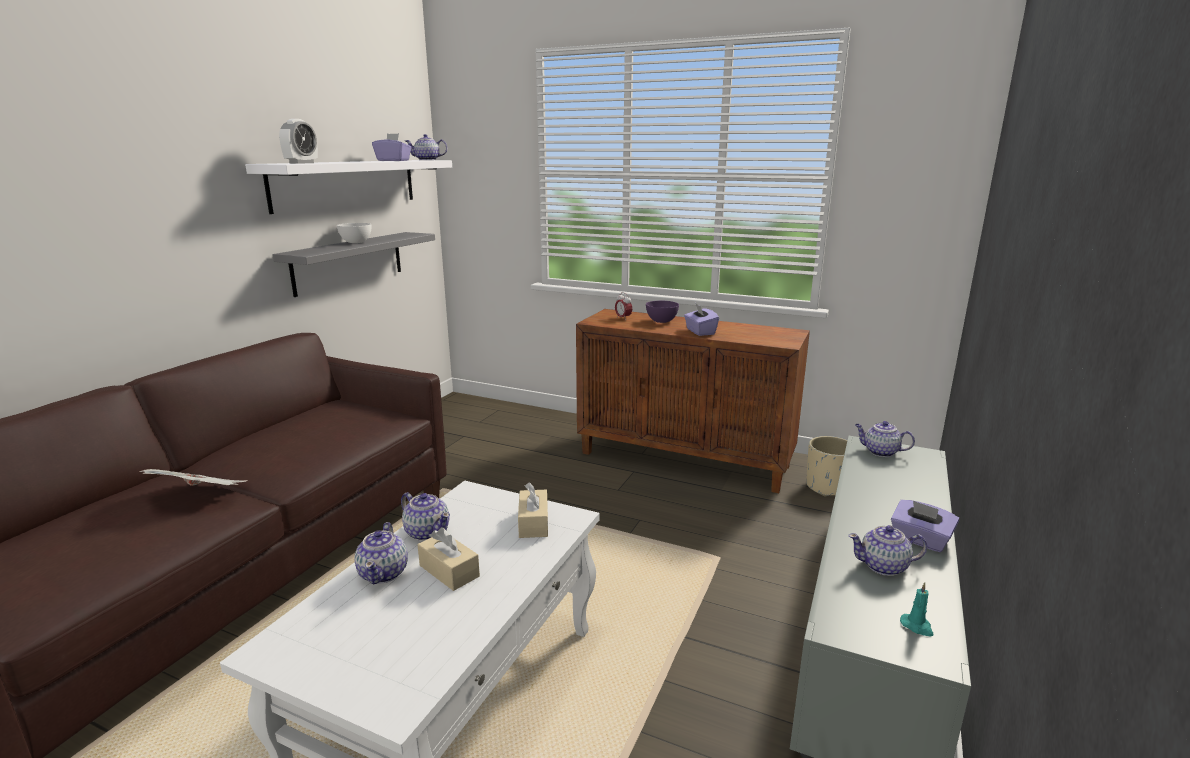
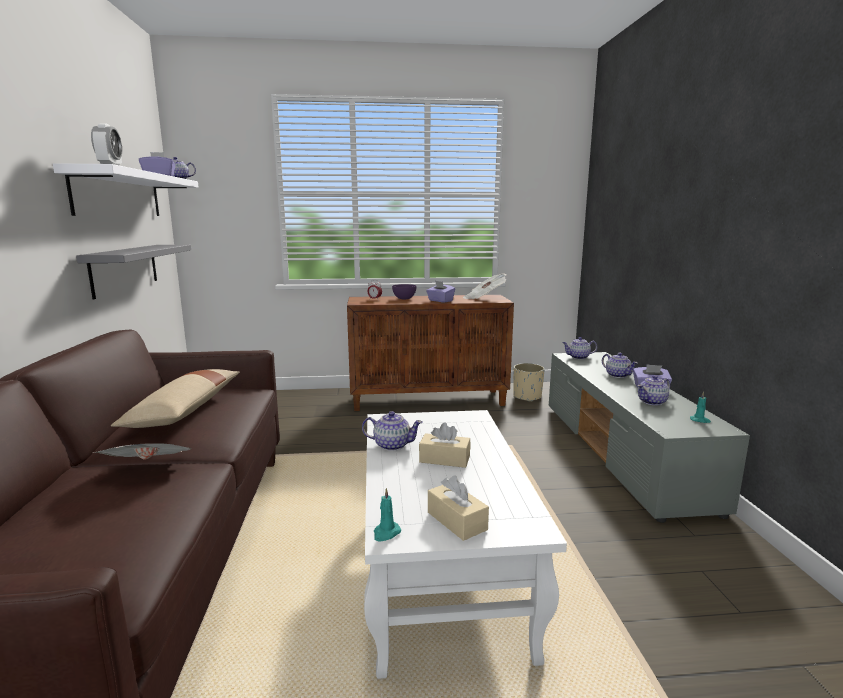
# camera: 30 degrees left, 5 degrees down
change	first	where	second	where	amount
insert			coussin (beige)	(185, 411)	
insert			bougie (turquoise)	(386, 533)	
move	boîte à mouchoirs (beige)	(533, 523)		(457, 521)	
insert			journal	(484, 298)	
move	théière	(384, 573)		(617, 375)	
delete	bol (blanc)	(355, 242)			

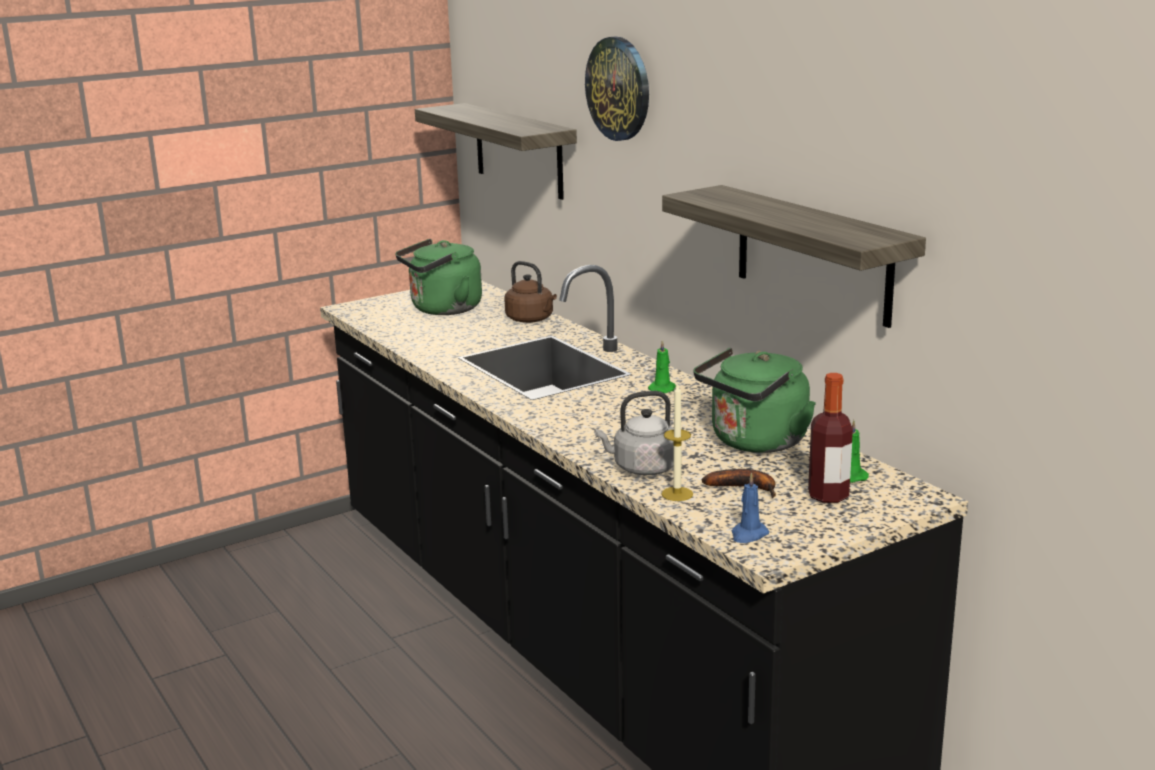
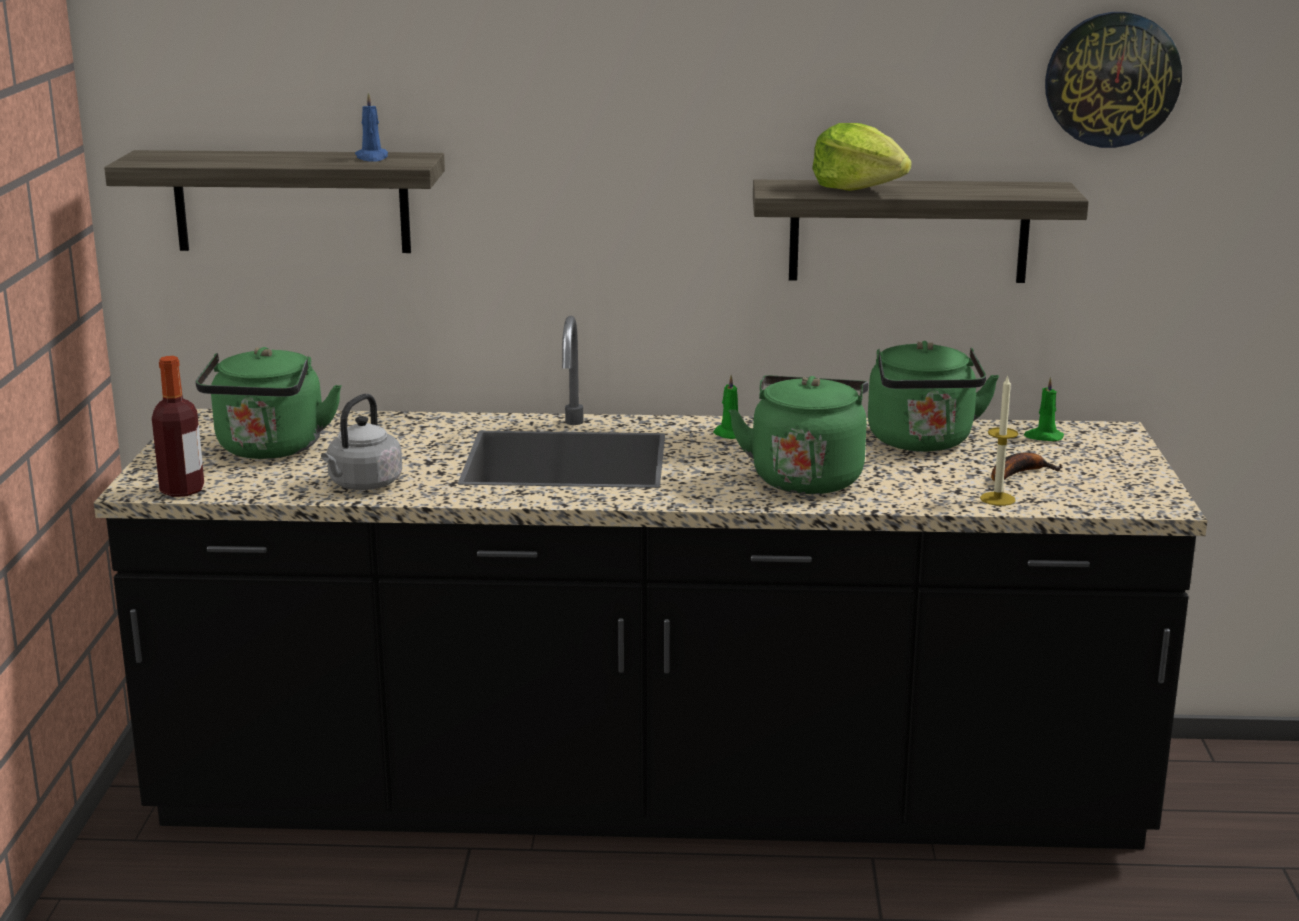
# camera: 55 degrees left, 0 degrees up
change	first	where	second	where	amount
move	bouteille	(828, 496)		(182, 490)	
move	bouilloire (gris)	(642, 468)		(363, 485)	
move	bougie (bleu)	(748, 535)		(372, 158)	
insert			bouilloire (vert)	(806, 477)	
insert			laitue	(858, 188)	
move	horloge murale	(619, 88)		(1112, 79)	
delete	bouilloire (marron)	(531, 319)			

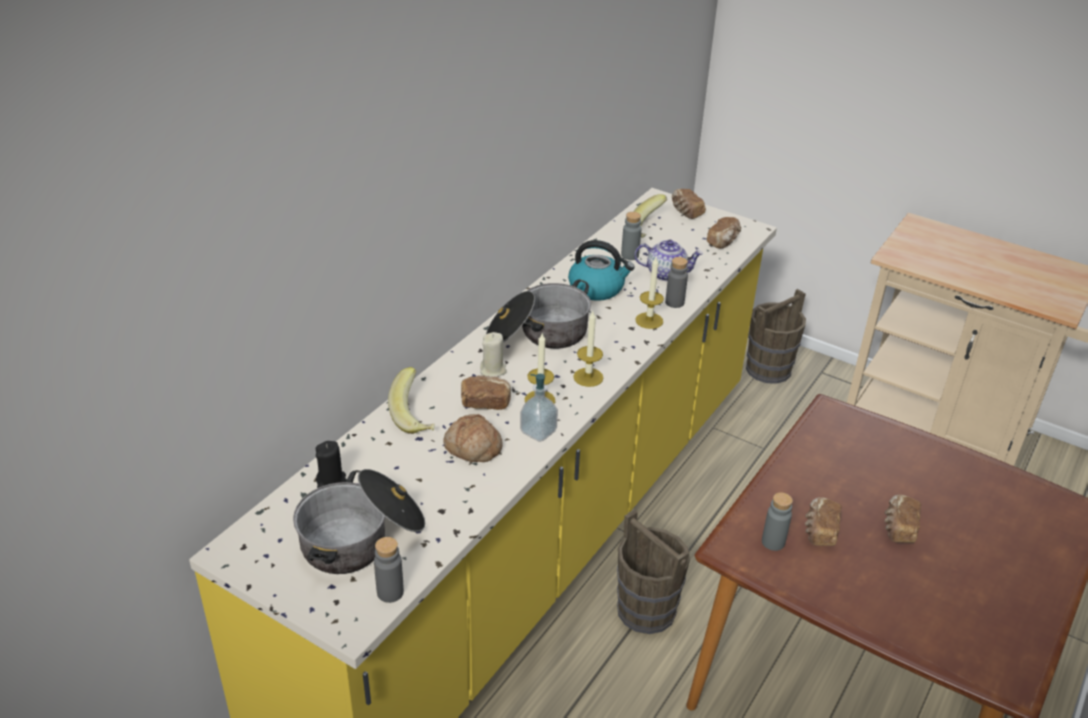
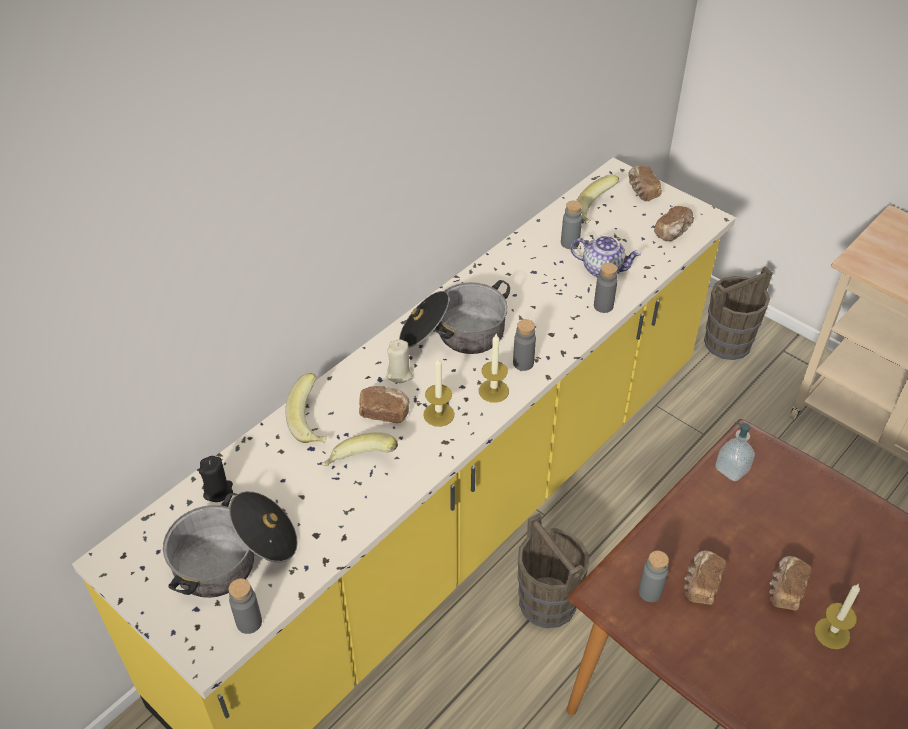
# camera: 10 degrees right, 10 degrees up
change	first	where	second	where	amount
replace	pain	(472, 448)	banane	(360, 465)	
insert			bouteille (gris)	(523, 363)	
move	distributeur de savon	(538, 431)		(732, 469)	
move	bougie	(649, 320)		(832, 633)	
delete	bouilloire	(597, 288)			

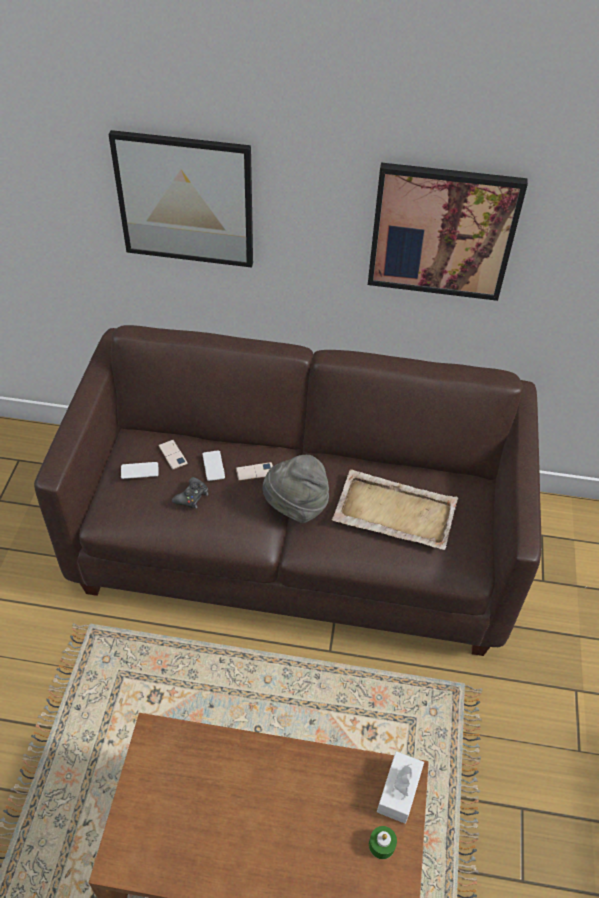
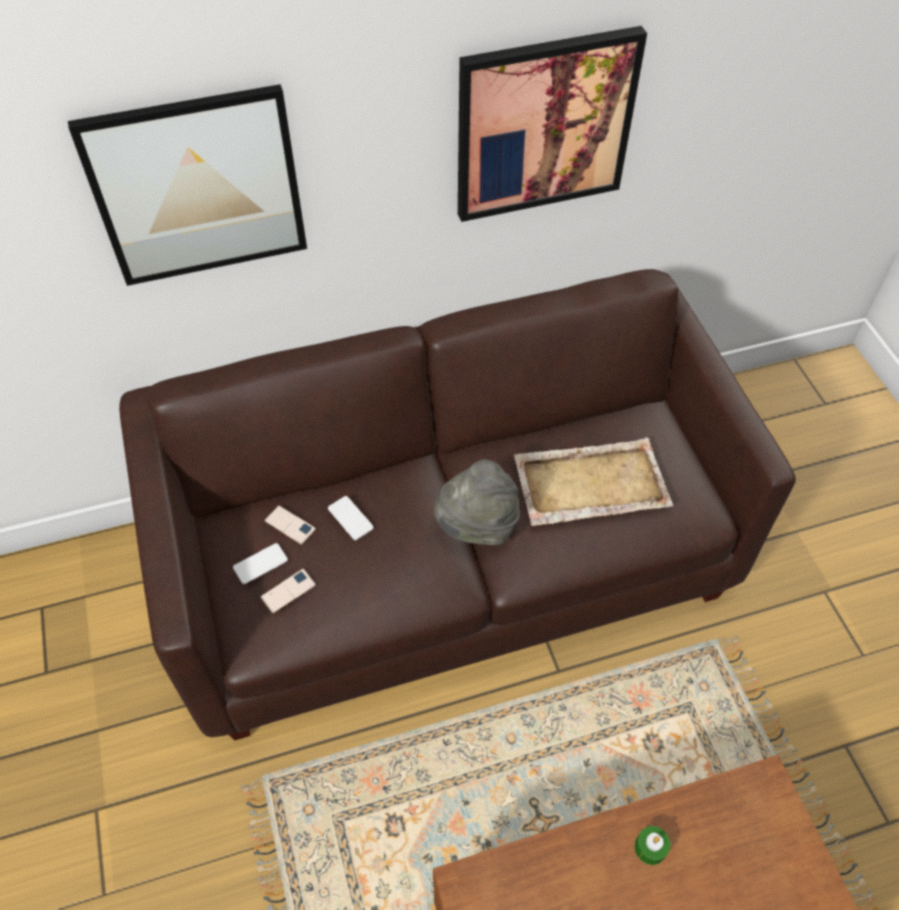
# camera: 25 degrees left, 5 degrees up
change	first	where	second	where	amount
move	téléphone	(255, 472)		(288, 591)	
move	bougie (vert)	(381, 845)		(650, 848)	
delete	manette (noir)	(192, 497)			
delete	boîte à mouchoirs (blanc)	(399, 791)			

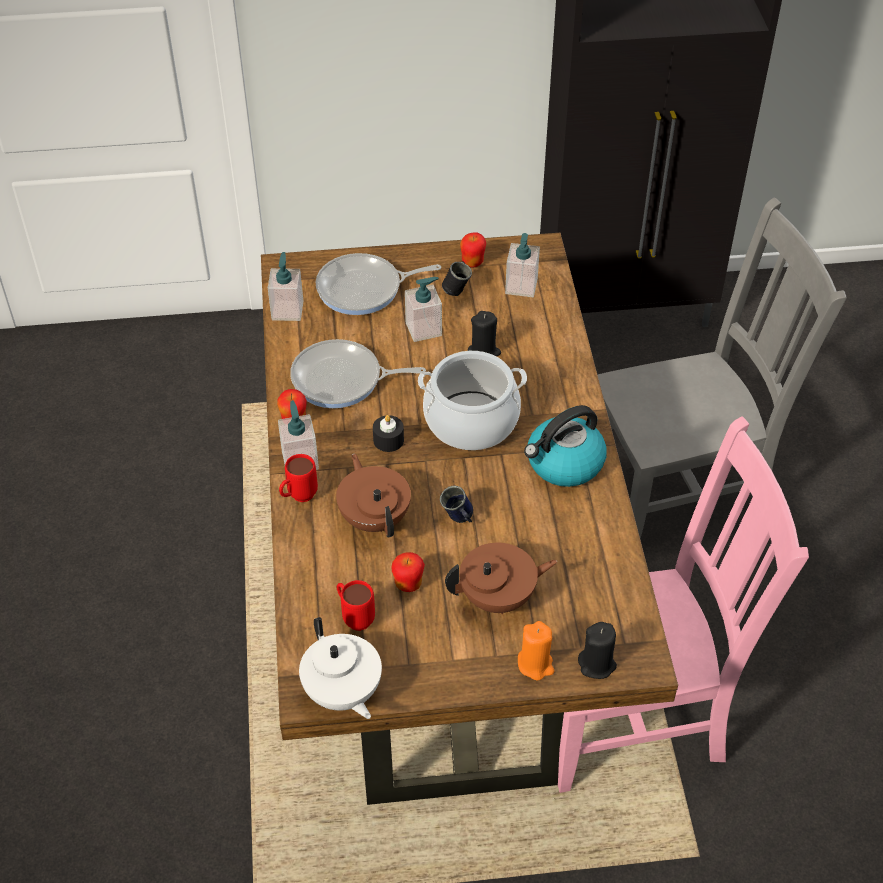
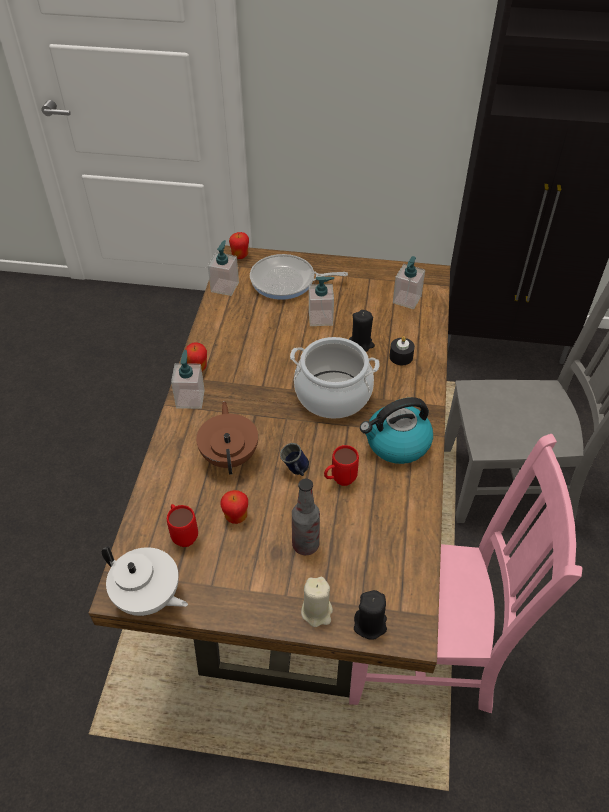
# camera: 15 degrees right, 0 degrees up
change	first	where	second	where	amount
rotate	théière (blanc)	(342, 692)		(148, 597)	45 degrees counterclockwise
move	pomme	(472, 262)		(240, 255)	
replace	théière (marron)	(498, 597)	bouteille	(305, 545)	
recolor	bougie (orange)	(535, 664)	bougie (beige)	(317, 611)	
move	mug (rouge)	(298, 497)		(339, 480)	
move	bougie (noir)	(388, 440)		(401, 357)	
delete	poêle	(342, 380)			
delete	mug (noir)	(457, 288)			

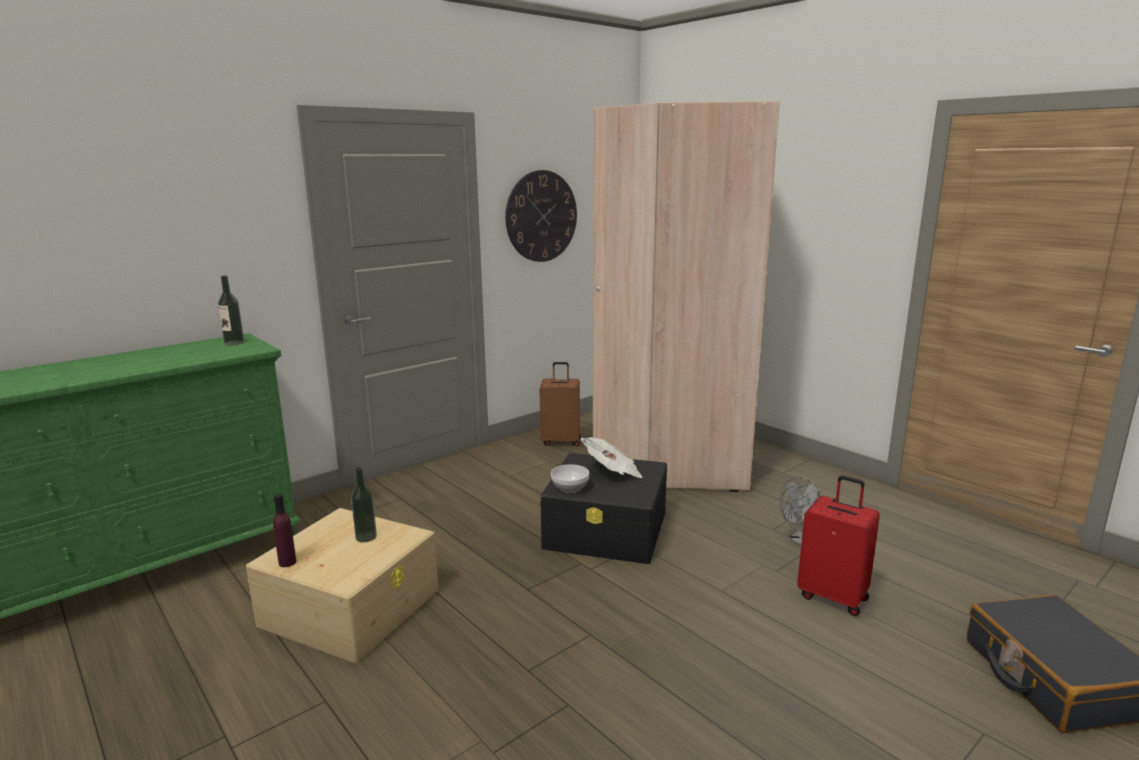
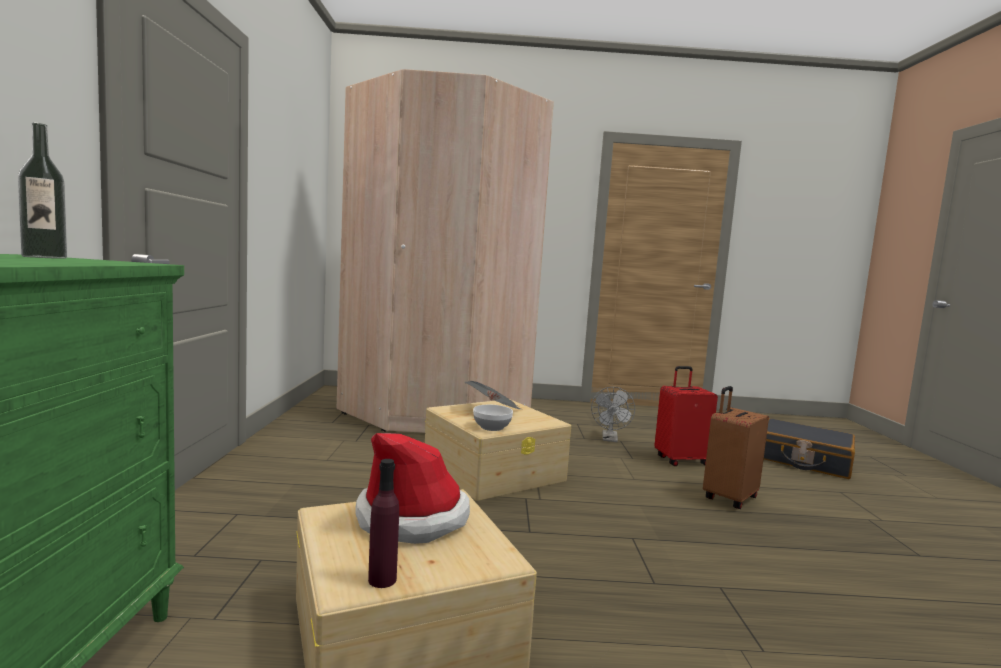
# camera: 50 degrees left, 10 degrees down
change	first	where	second	where	amount
replace	bouteille	(366, 537)	chapeau	(412, 518)	
recolor	boîte de rangement (noir)	(607, 529)	boîte de rangement (beige)	(494, 470)	
move	valise (marron)	(561, 441)		(728, 498)	
delete	horloge murale	(541, 216)			

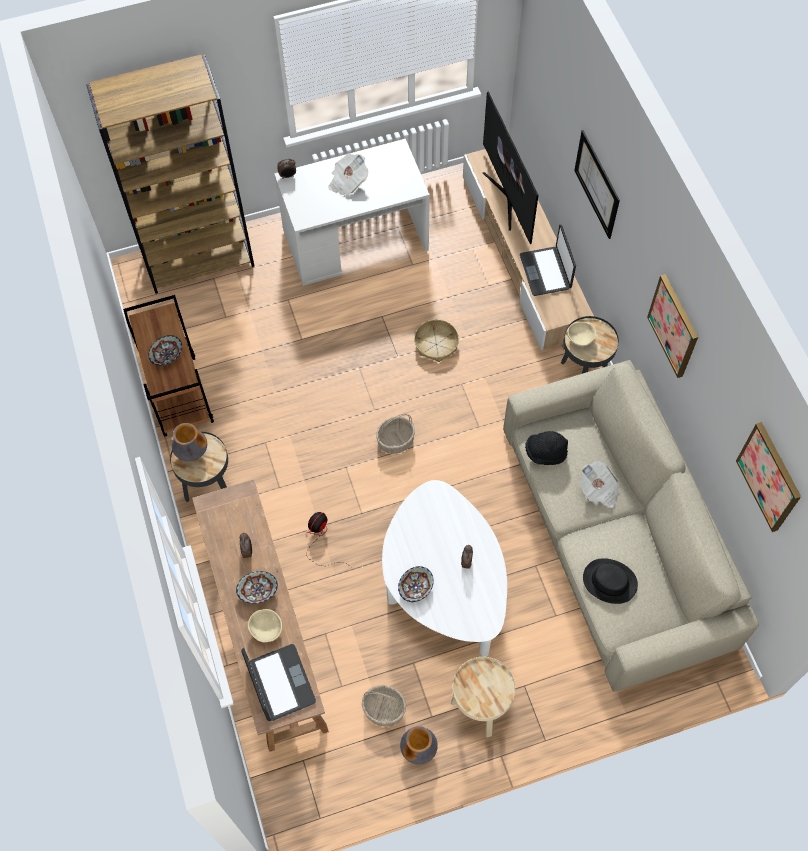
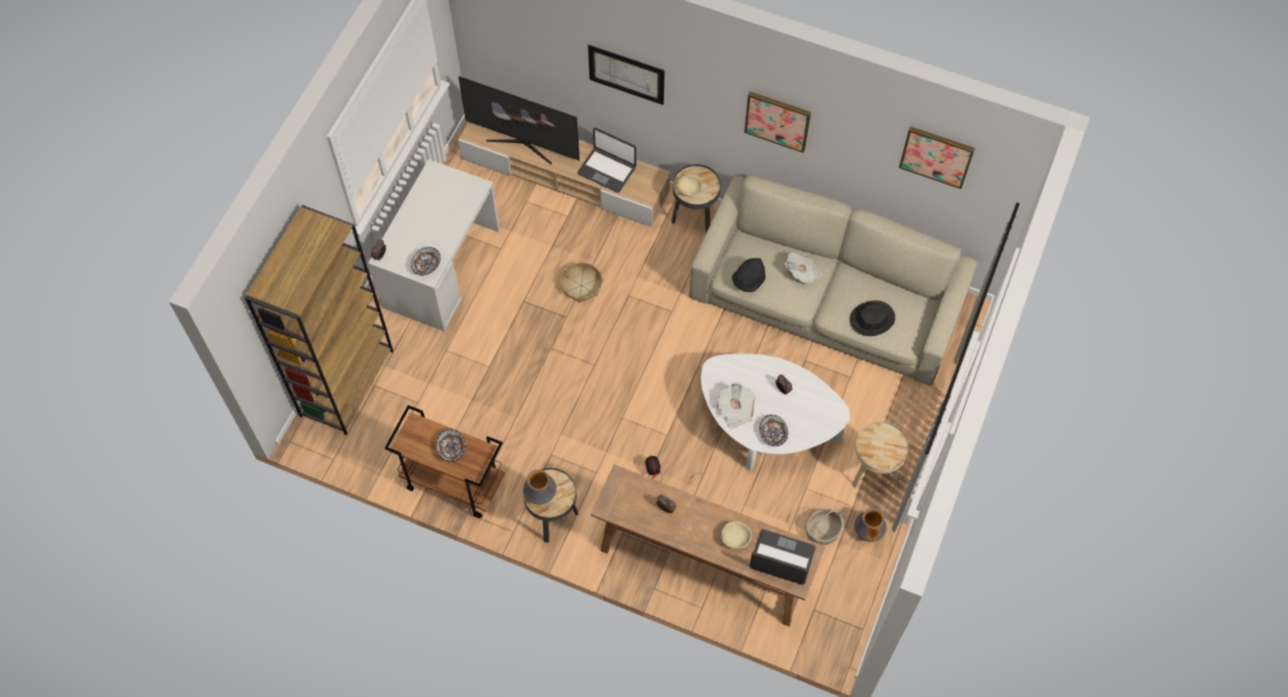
# camera: 50 degrees left, 0 degrees up
change	first	where	second	where	amount
move	bol	(258, 591)		(427, 266)	
move	journal	(347, 182)		(735, 411)	
delete	panier	(396, 440)			

